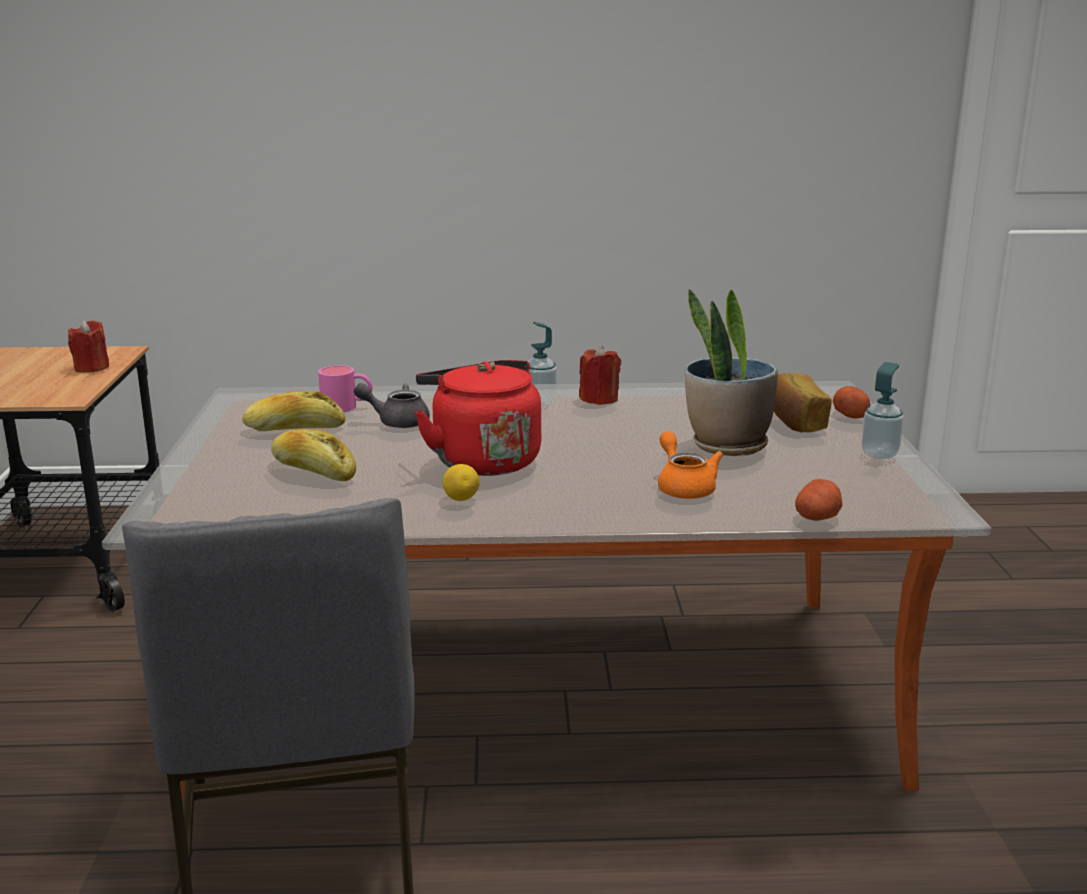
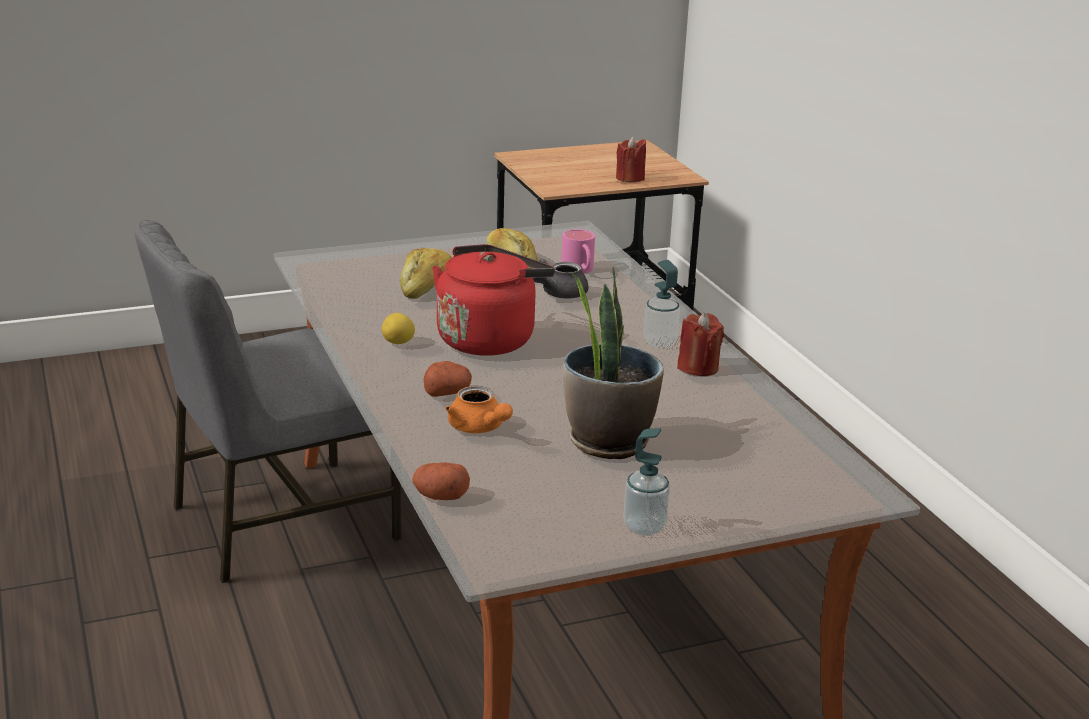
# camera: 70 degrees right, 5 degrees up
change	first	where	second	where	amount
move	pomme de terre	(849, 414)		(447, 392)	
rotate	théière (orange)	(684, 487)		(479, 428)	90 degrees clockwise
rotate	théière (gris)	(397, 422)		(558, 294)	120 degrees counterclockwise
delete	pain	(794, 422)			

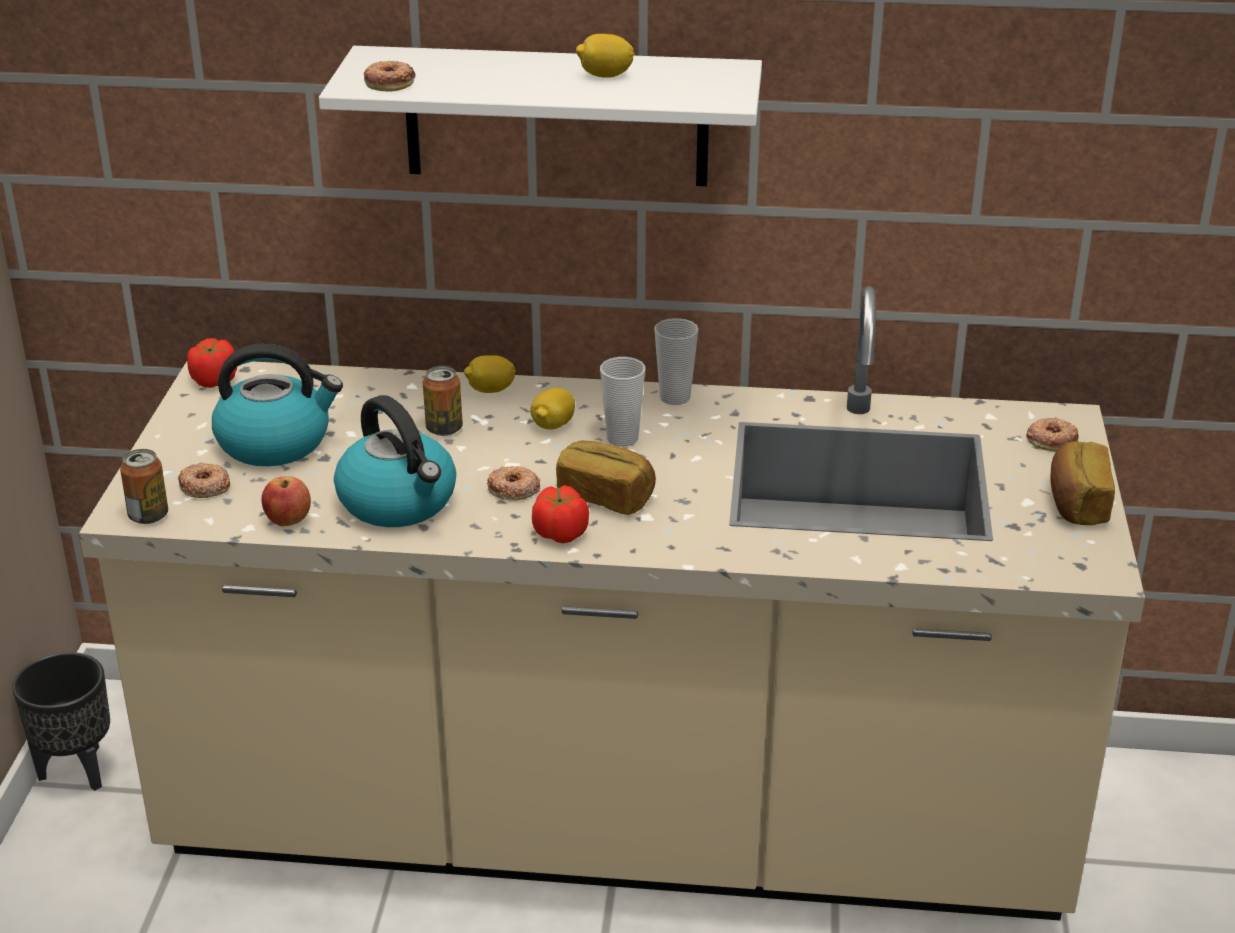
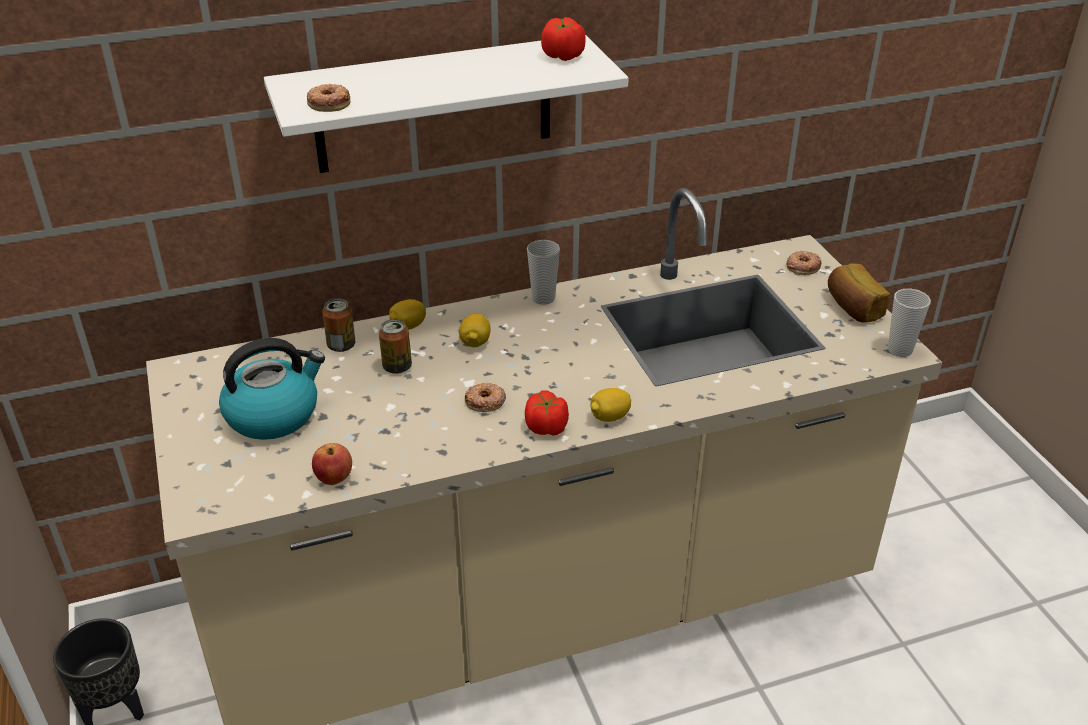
# camera: 25 degrees left, 5 degrees up
change	first	where	second	where	amount
move	boîte métallique	(148, 516)		(341, 345)	
move	tomate	(214, 381)		(563, 56)	
move	citron	(605, 76)		(609, 417)	
move	tasse	(622, 438)		(899, 350)	
delete	beignet	(204, 486)			
delete	bouilloire	(399, 502)			
delete	pain	(605, 496)			

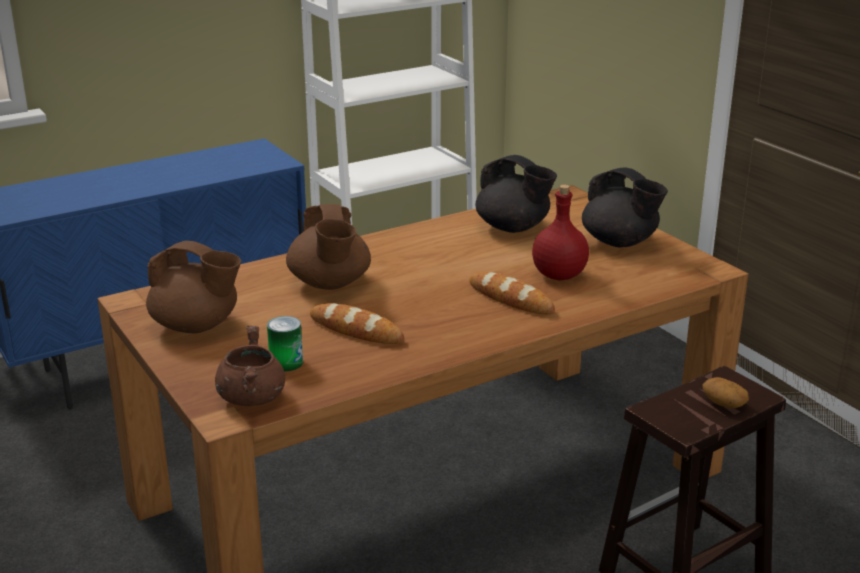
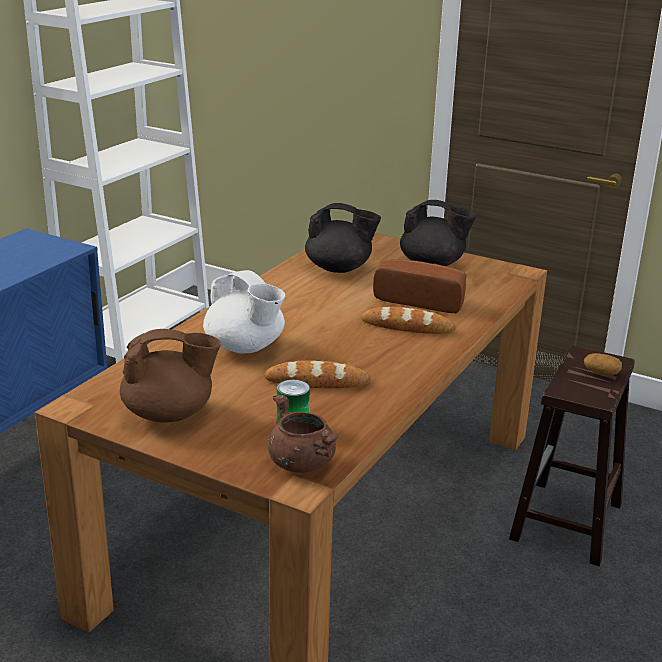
# camera: 30 degrees left, 0 degrees up
change	first	where	second	where	amount
recolor	théière (marron)	(330, 284)	théière (blanc)	(245, 347)	
replace	bouteille (rouge)	(559, 276)	pain	(421, 300)	

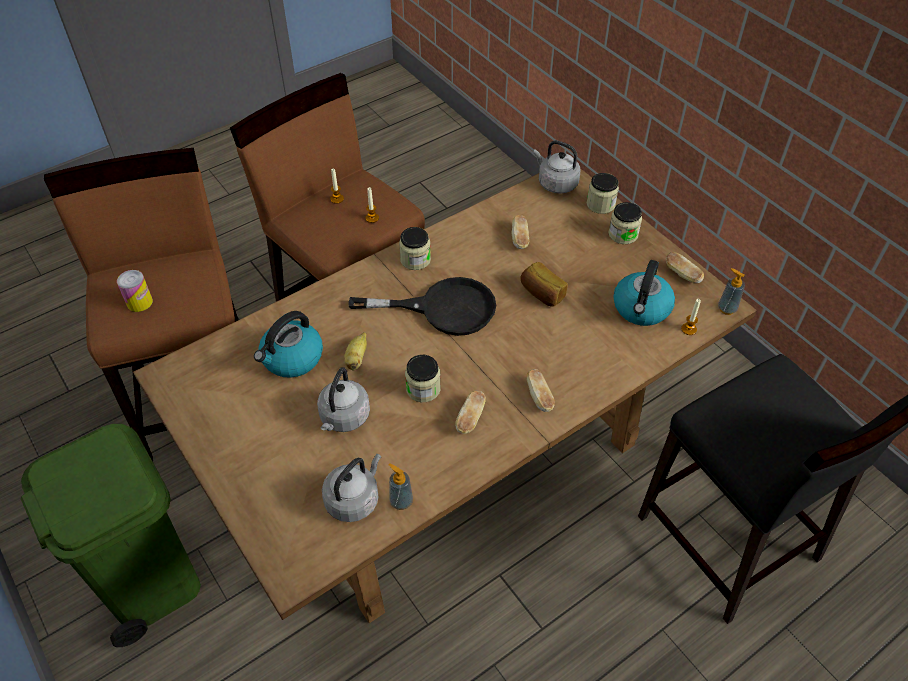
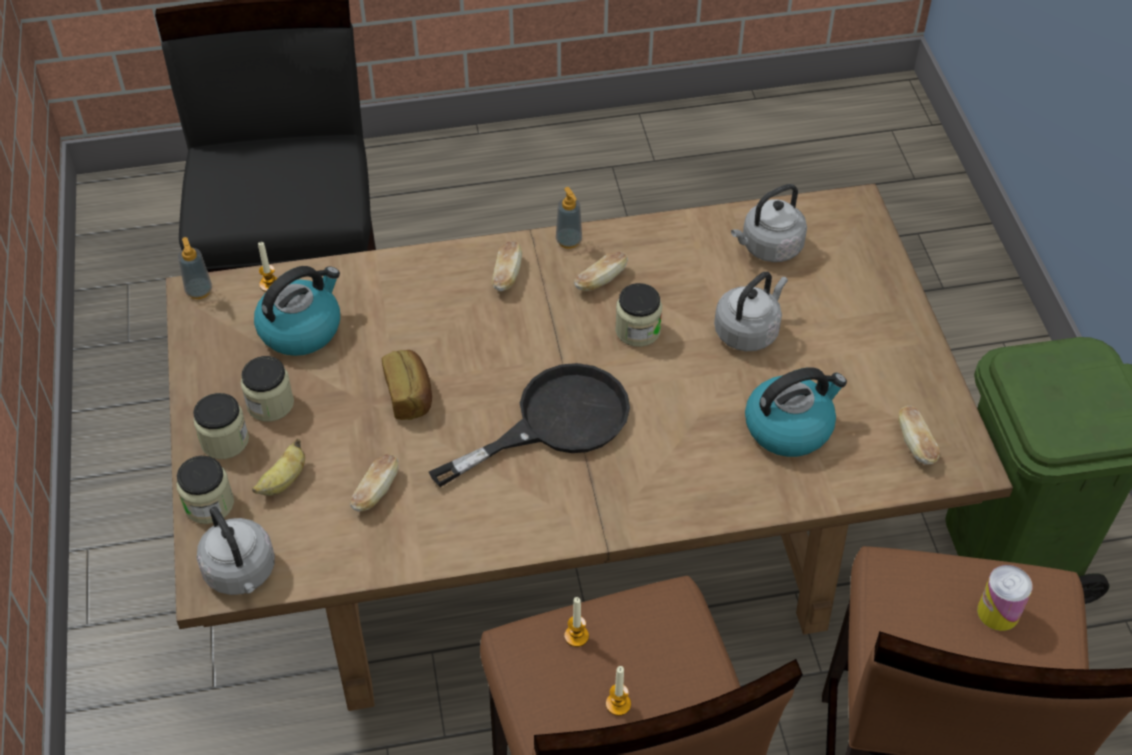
# camera: 155 degrees left, 0 degrees up
change	first	where	second	where	amount
move	bocal	(415, 259)		(270, 404)	
move	banane	(357, 358)		(283, 481)	
rotate	poêle (noir)	(443, 309)		(555, 422)	120 degrees clockwise
move	distributeur de savon	(401, 501)		(569, 241)	
move	pain	(682, 274)		(916, 444)	

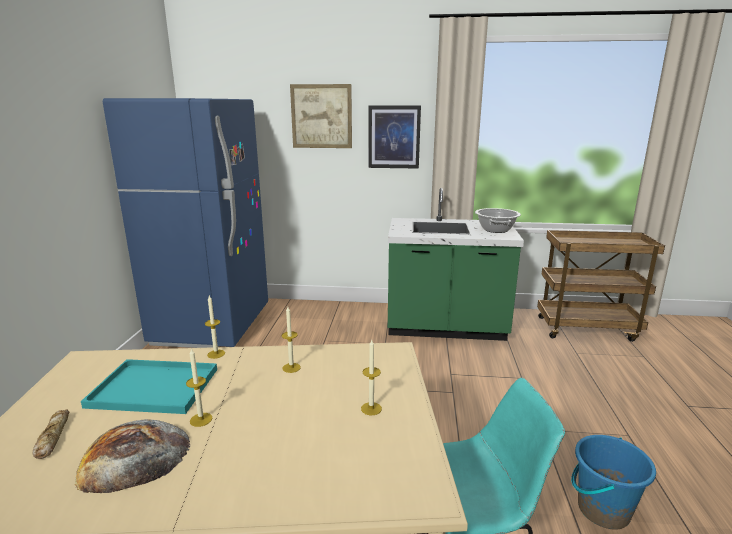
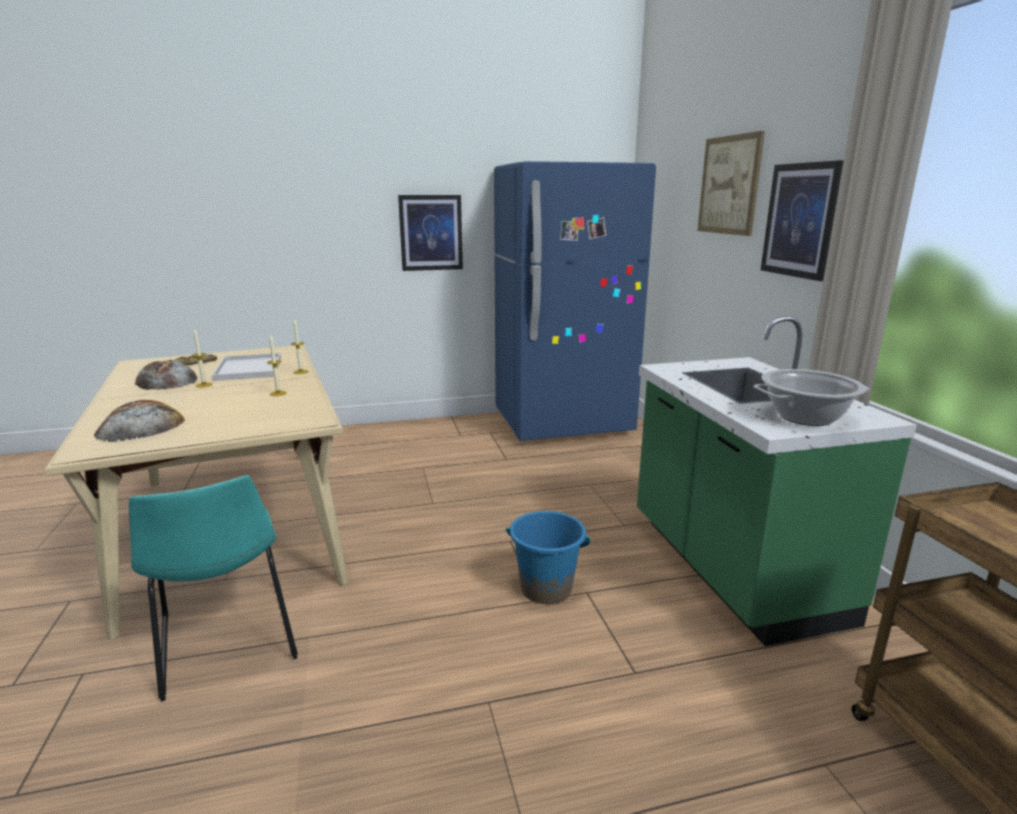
# camera: 70 degrees right, 0 degrees up
change	first	where	second	where	amount
insert			pain	(141, 426)	
recolor	plateau (turquoise)	(151, 388)	plateau (blanc)	(248, 368)	
insert			tableau	(431, 233)	
move	seau (bleu)	(602, 509)		(546, 588)	
delete	bougie	(371, 408)			

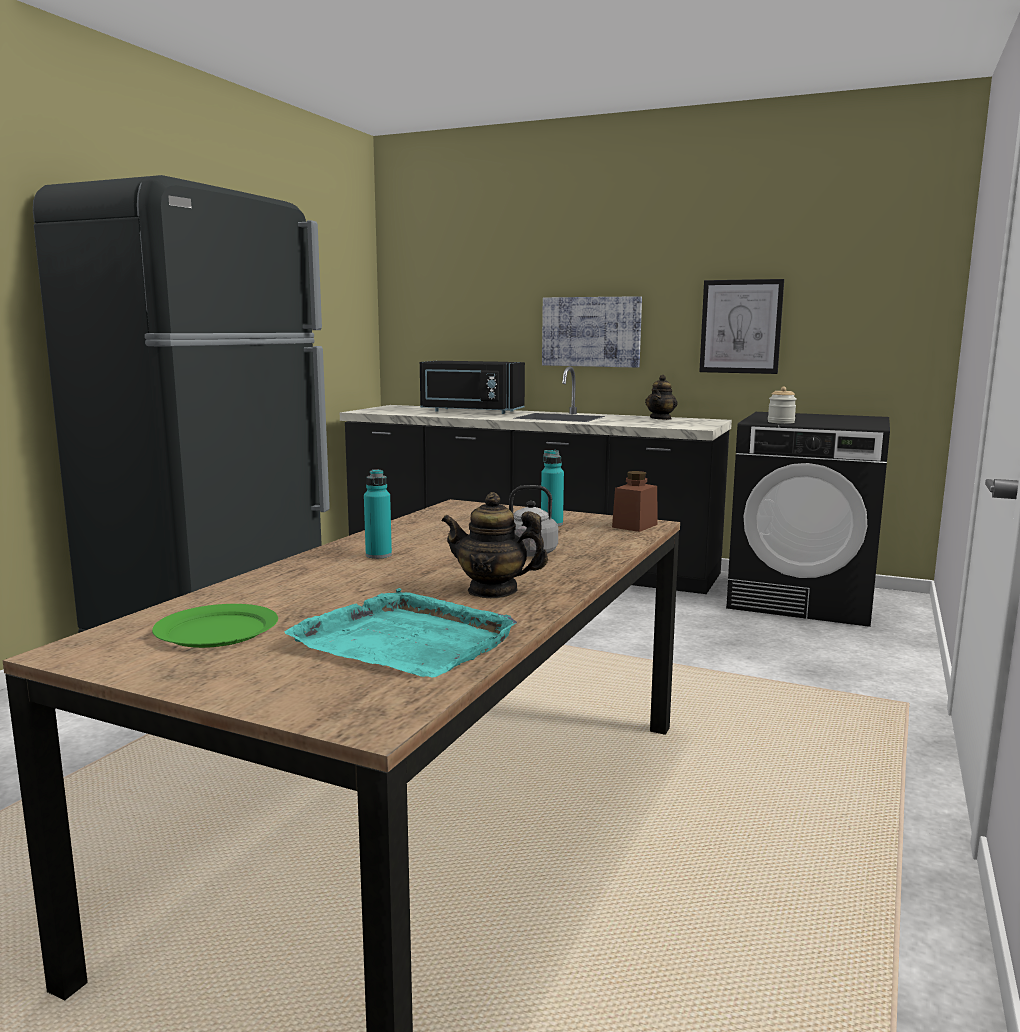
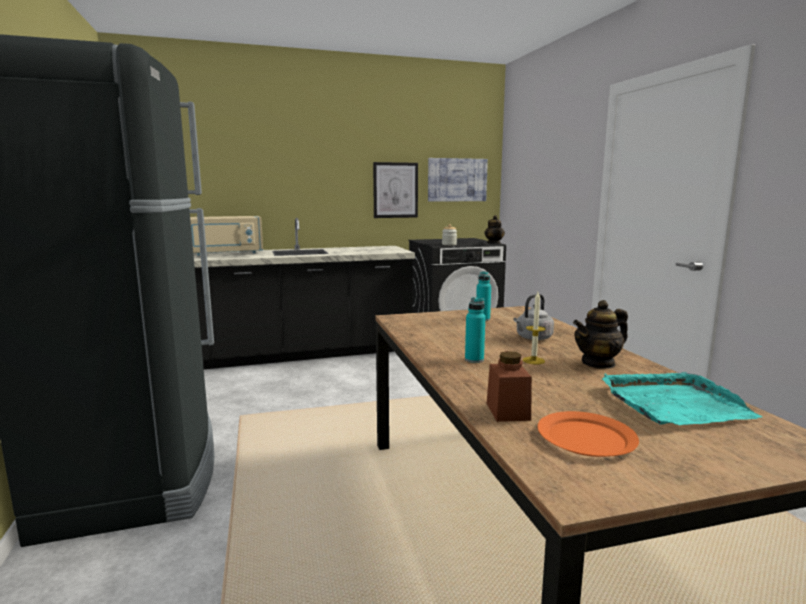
# camera: 40 degrees left, 0 degrees up
change	first	where	second	where	amount
recolor	micro-ondes (noir)	(470, 411)	micro-ondes (beige)	(225, 253)	
move	tableau	(591, 332)		(457, 180)	
move	théière	(661, 418)		(494, 243)	
move	bocal (marron)	(634, 526)		(507, 411)	
insert			bougie	(533, 360)	
recolor	assiette (vert)	(218, 631)	assiette (orange)	(586, 437)	

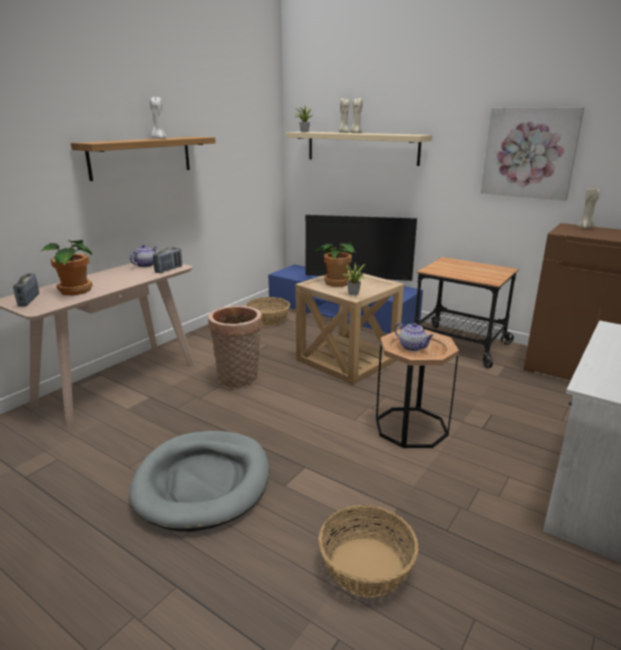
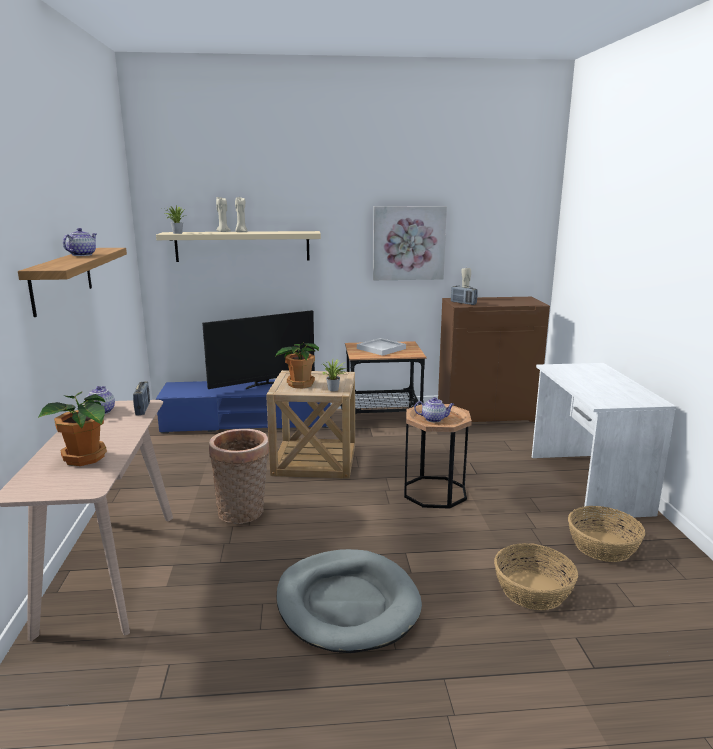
# camera: 40 degrees left, 5 degrees down
change	first	where	second	where	amount
replace	bougie (blanc)	(159, 138)	théière	(82, 255)	
insert			plateau (blanc)	(380, 348)	
move	radio	(29, 300)		(463, 303)	
move	panier	(268, 319)		(602, 546)	

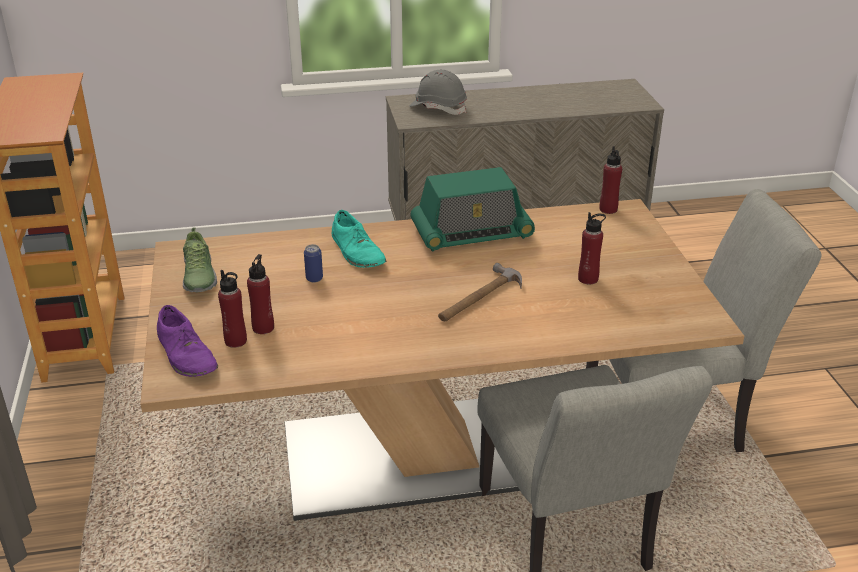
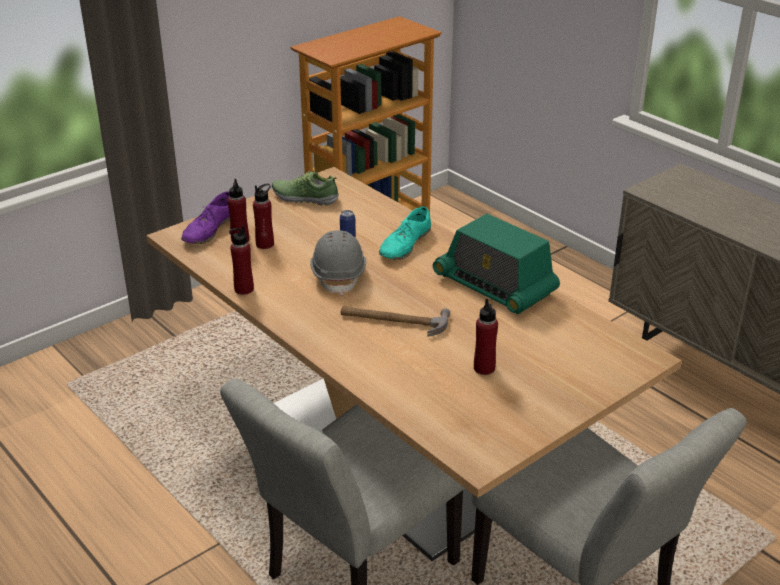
# camera: 60 degrees right, 0 degrees up
change	first	where	second	where	amount
move	bouteille (rouge)	(608, 209)		(244, 289)	
rotate	chaussure	(198, 276)		(305, 197)	60 degrees clockwise
move	casque de chantier (gris)	(438, 108)		(339, 275)	

